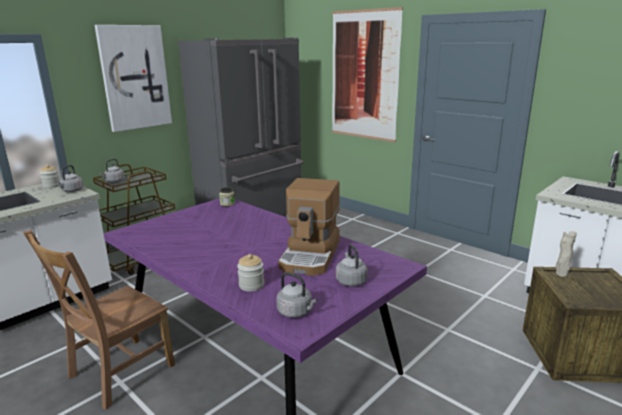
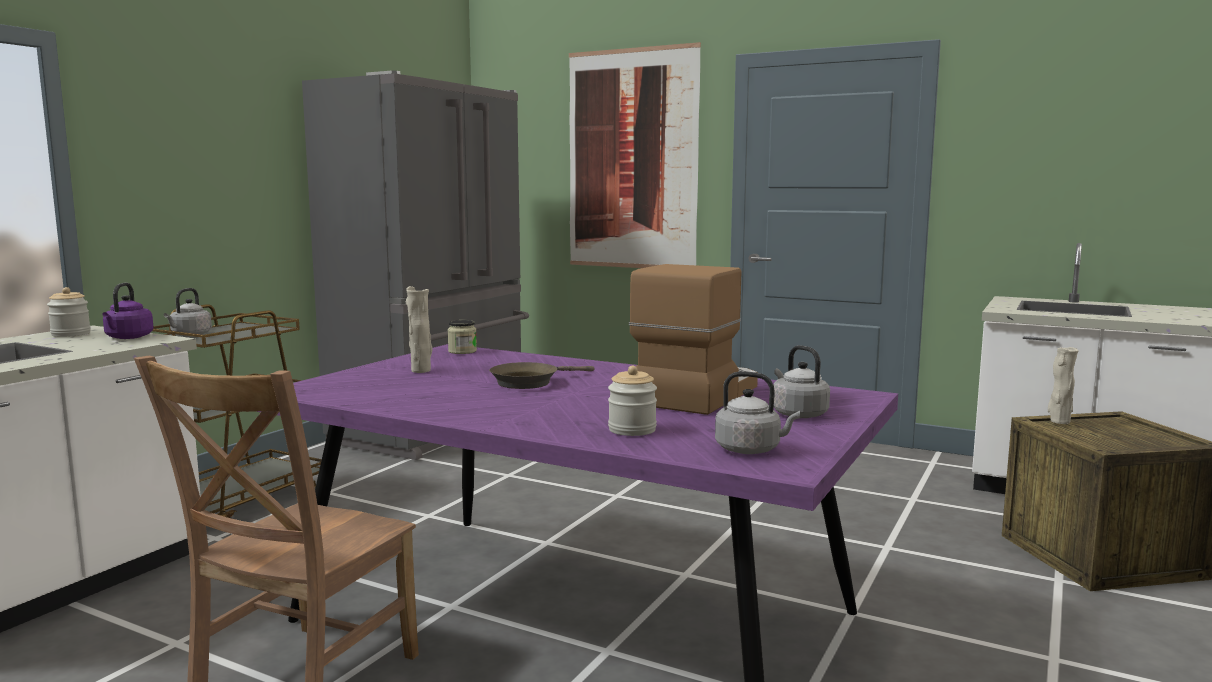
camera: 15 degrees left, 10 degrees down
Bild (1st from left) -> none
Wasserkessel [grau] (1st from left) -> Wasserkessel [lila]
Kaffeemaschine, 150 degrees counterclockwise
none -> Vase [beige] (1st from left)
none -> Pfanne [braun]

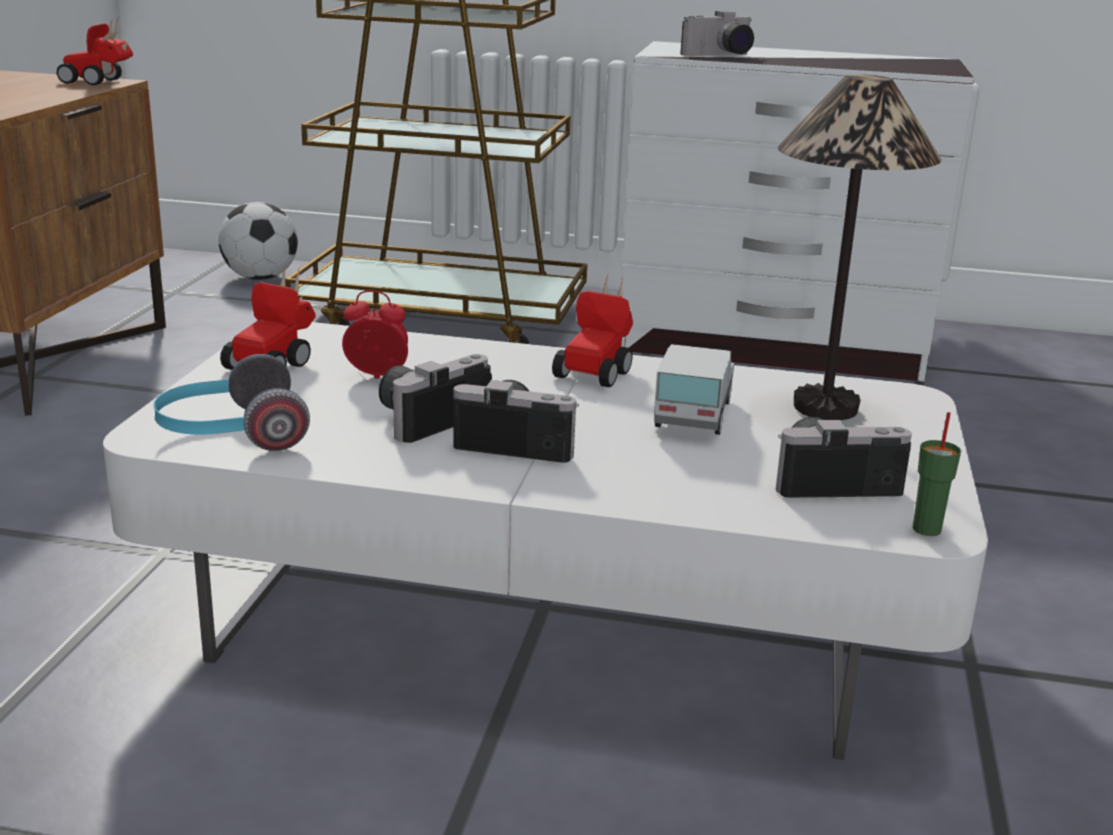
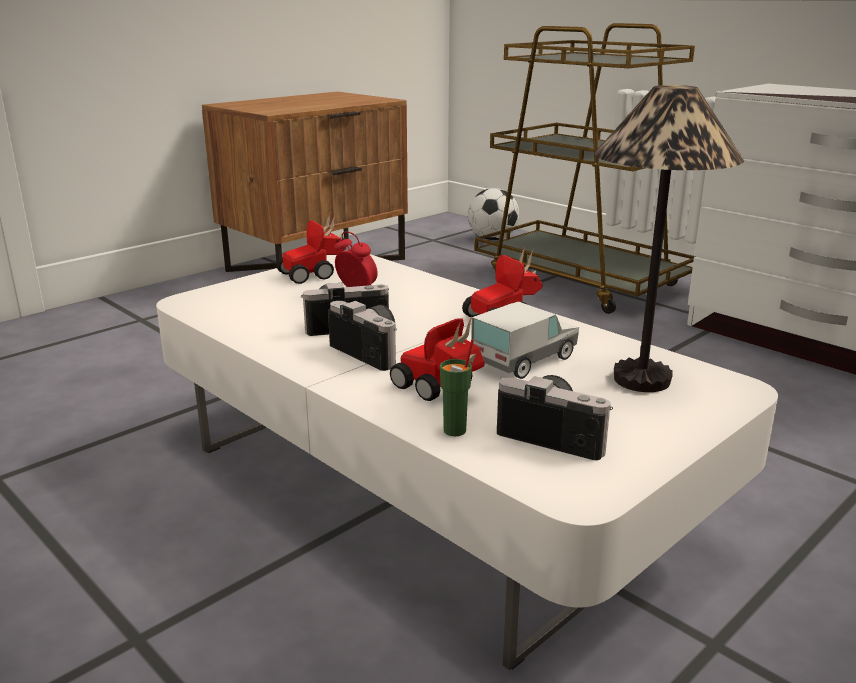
camera: 35 degrees right, 0 degrees up
Kamera (3rd from left) -> none
Spielzeugauto (1st from left in the first image) -> Spielzeugauto (2nd from left), moved
Kopfhörer -> none
Tasse [grün], moved

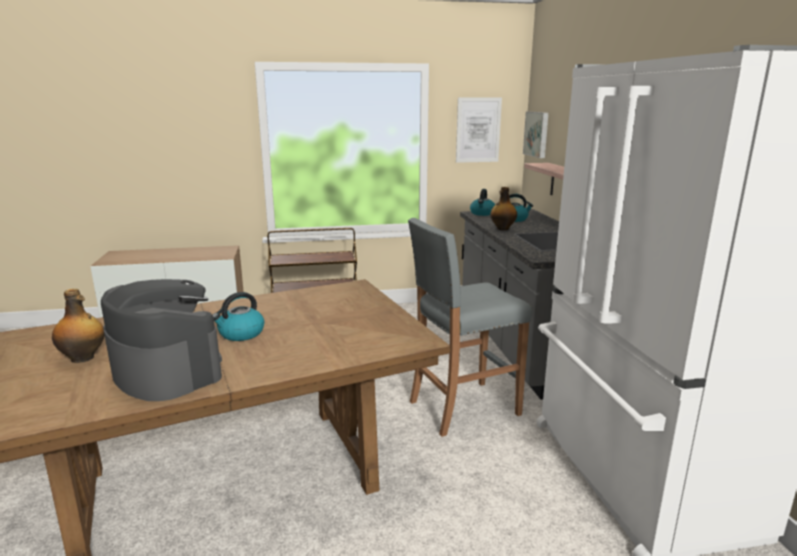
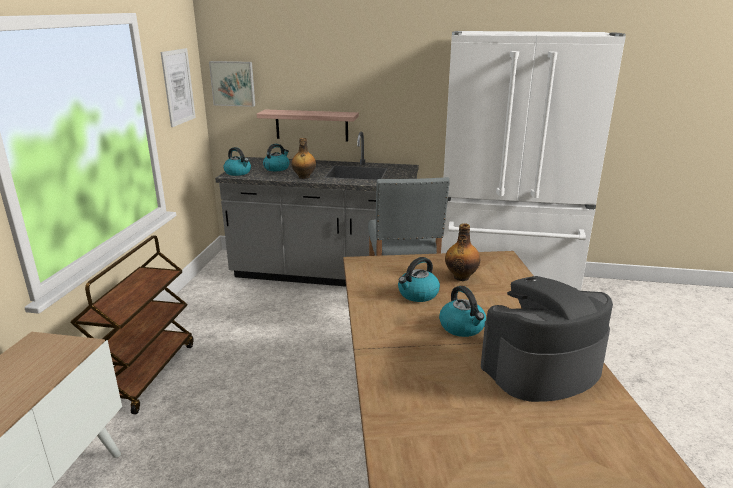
camera: 70 degrees left, 5 degrees up
Flasche (1st from left in the first image) -> Flasche (2nd from left), moved
none -> Wasserkessel (3rd from left)

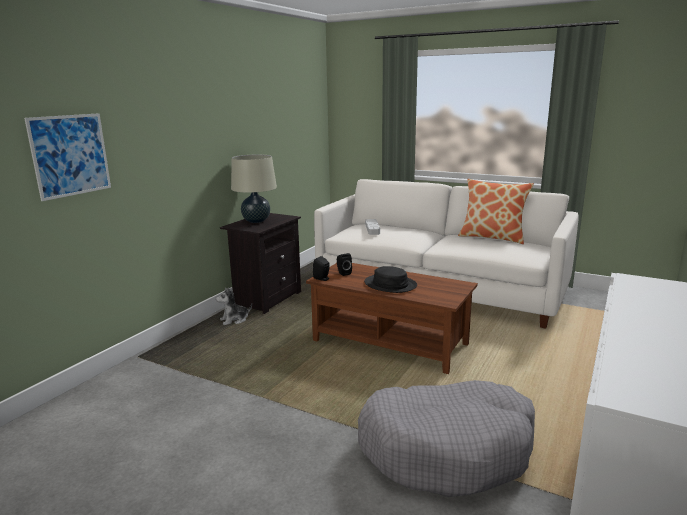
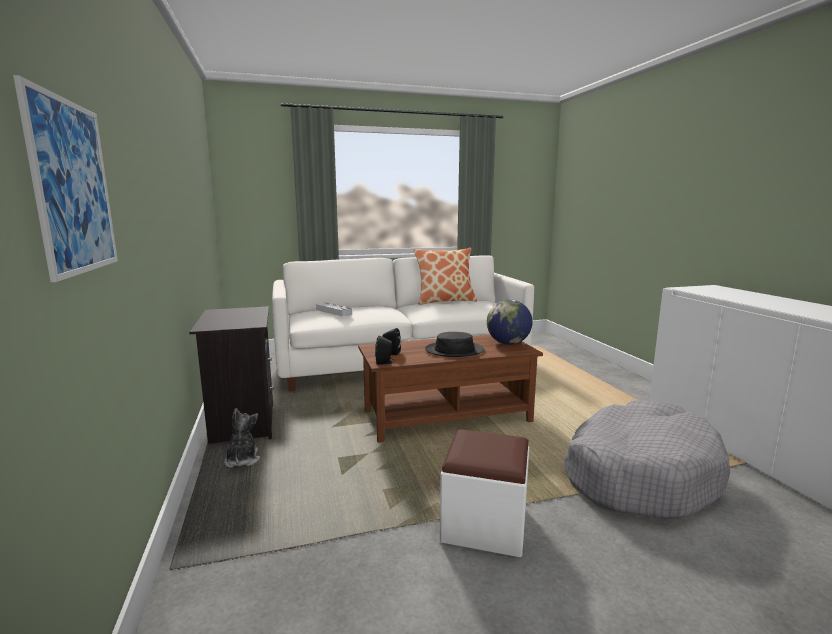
camera: 45 degrees left, 5 degrees down
Tischlampe [beige] -> none
Plüschtier, 150 degrees clockwise
none -> Globus
none -> Polsterhocker [weiß]

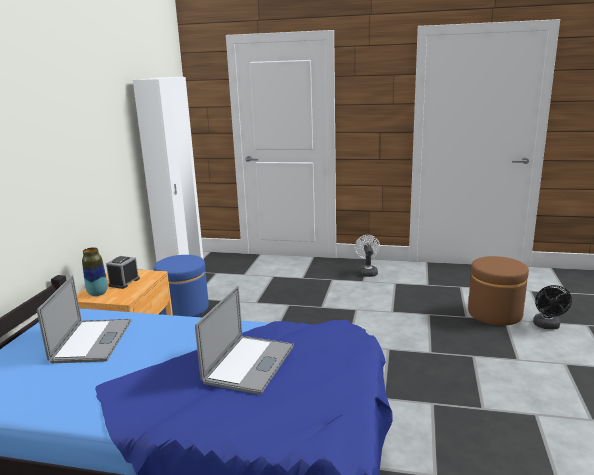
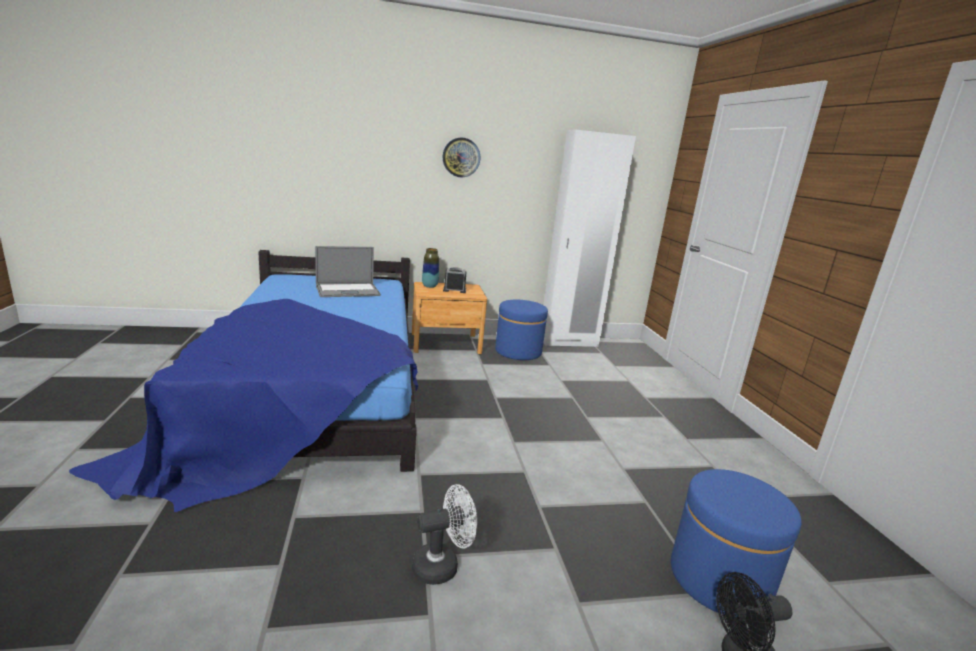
camera: 65 degrees right, 0 degrees up
Ventilator [weiß], moved
Polsterhocker [braun] -> Polsterhocker [blau] (2nd from left)
Laptop (2nd from left) -> none
none -> Wanduhr

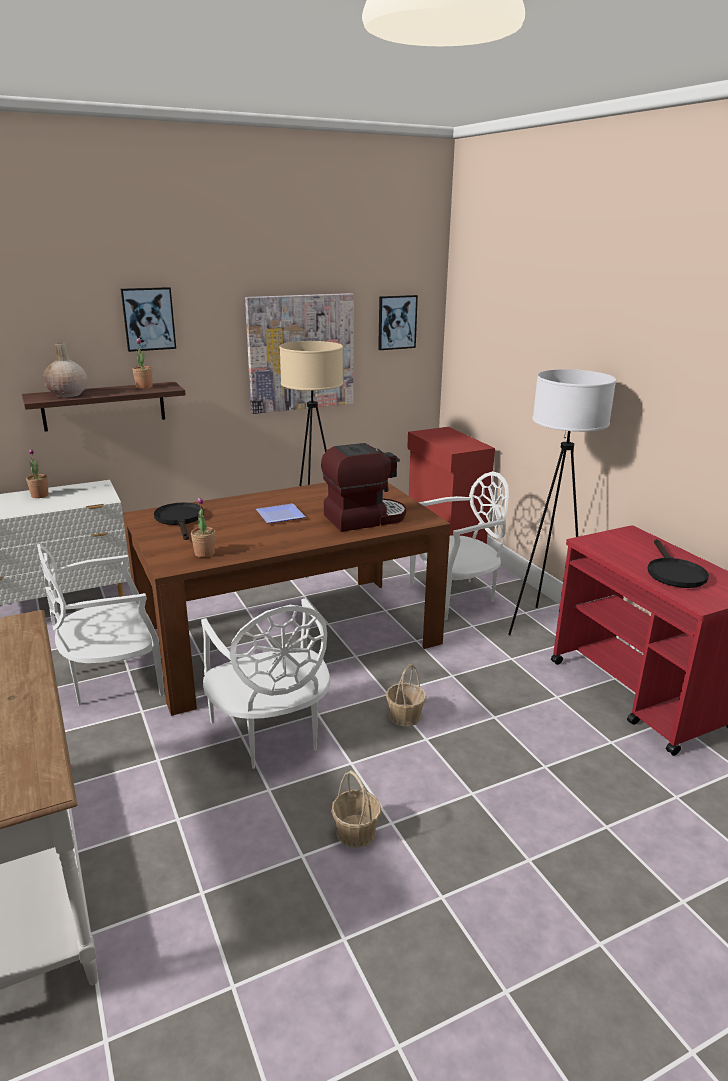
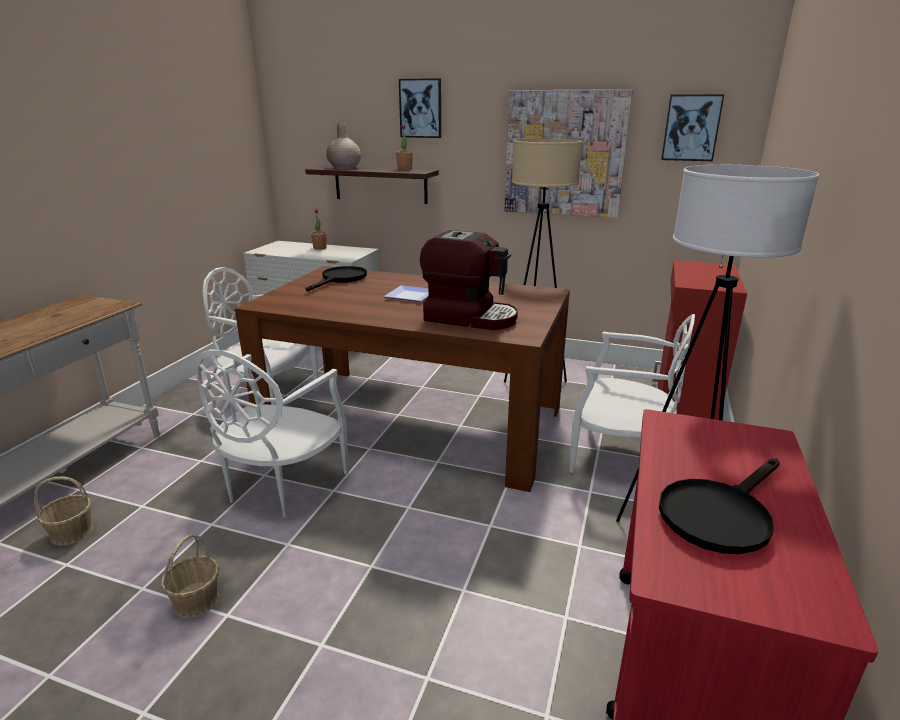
camera: 45 degrees right, 0 degrees up
Topfpflanze (3rd from left) -> none
Korb (2nd from left in the first image) -> Korb (1st from left), moved

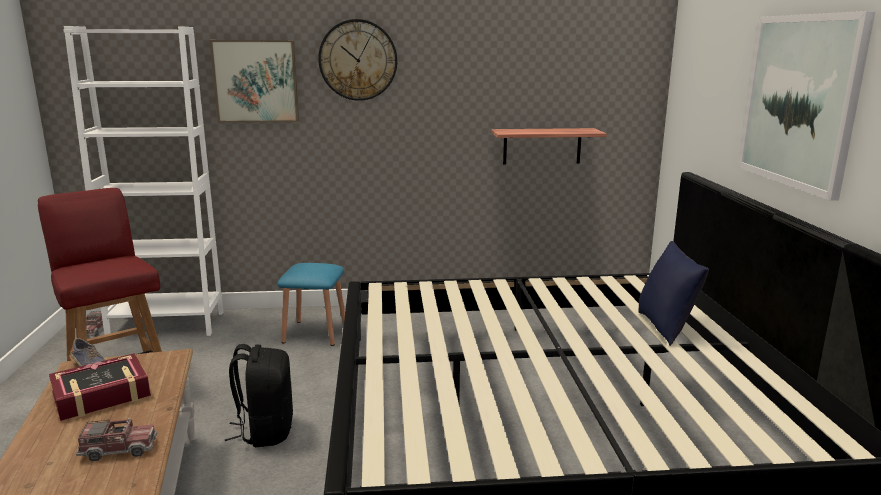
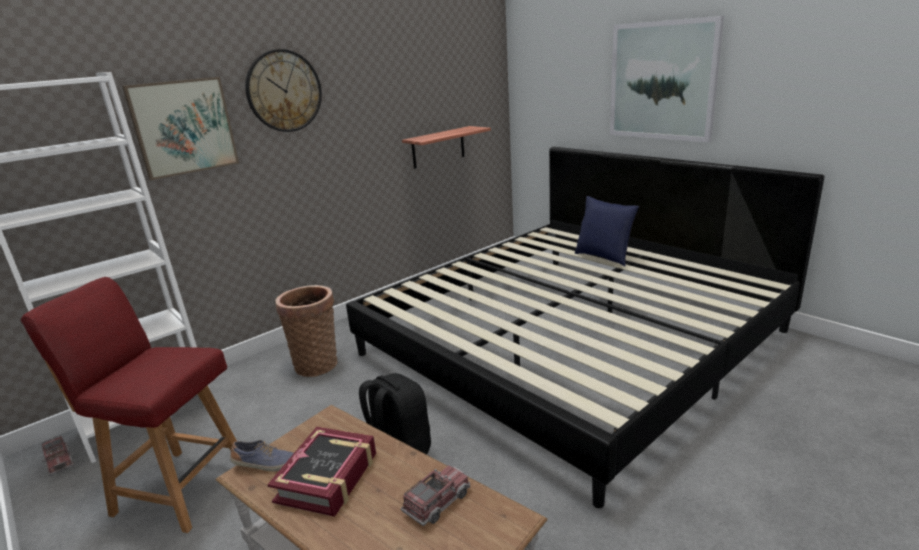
camera: 35 degrees left, 5 degrees up
Hocker [blau] -> Korb

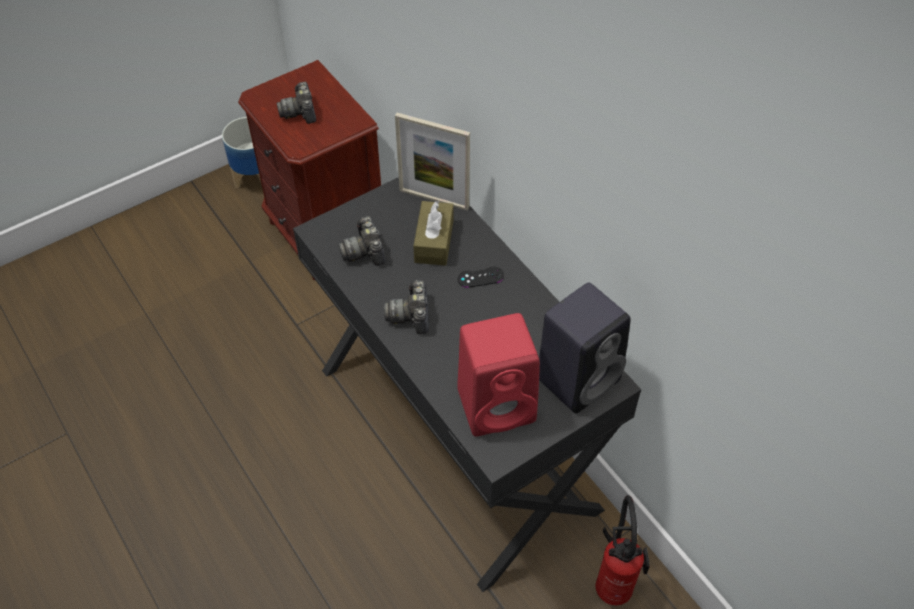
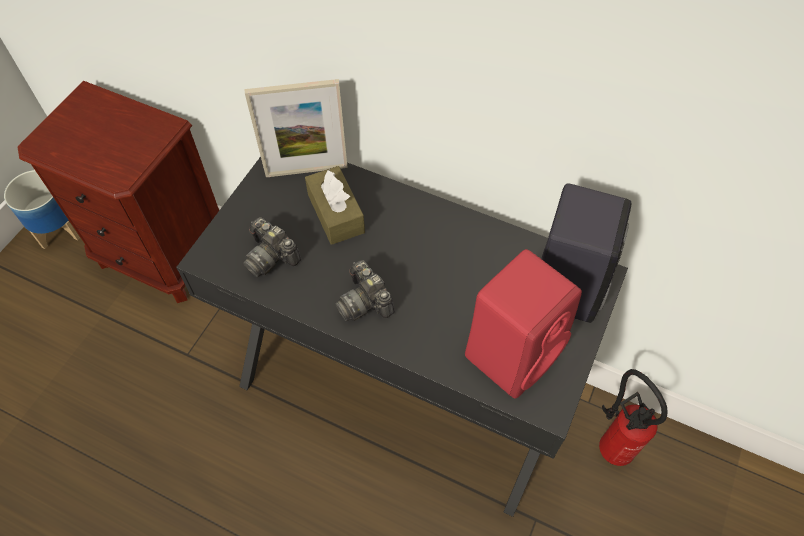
camera: 30 degrees left, 5 degrees up
Kamera (1st from left) -> none
Gamepad [schwarz] -> none

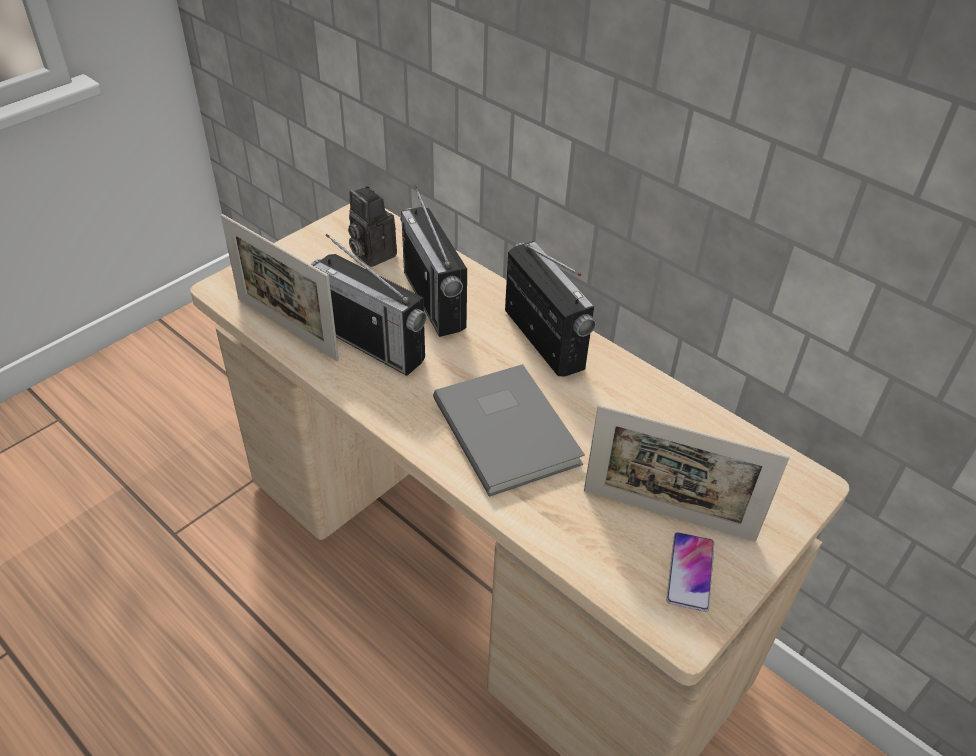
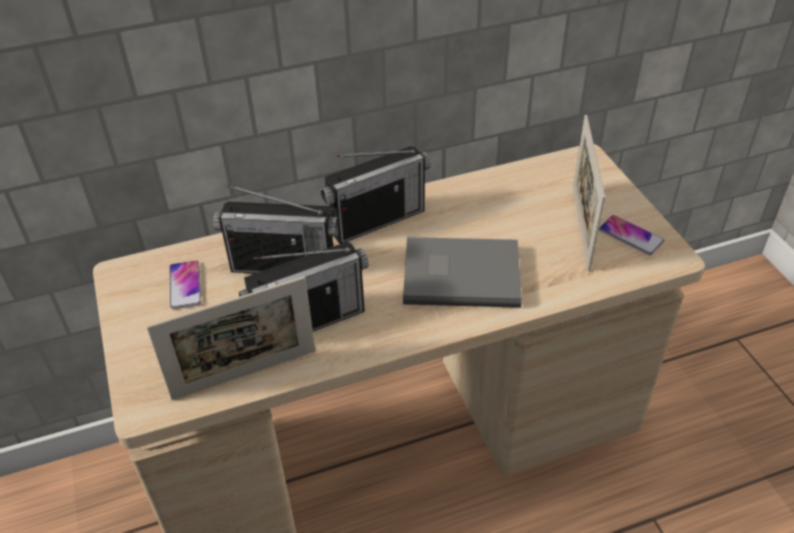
camera: 60 degrees left, 0 degrees up
Kamera -> Handy (1st from left)
Radio (3rd from left), 150 degrees clockwise
Bilderrahmen (2nd from left), 135 degrees clockwise

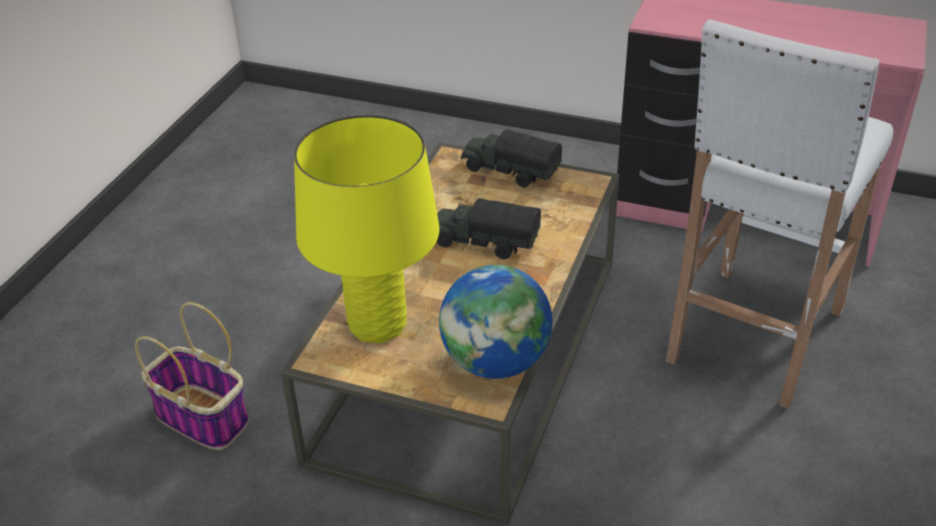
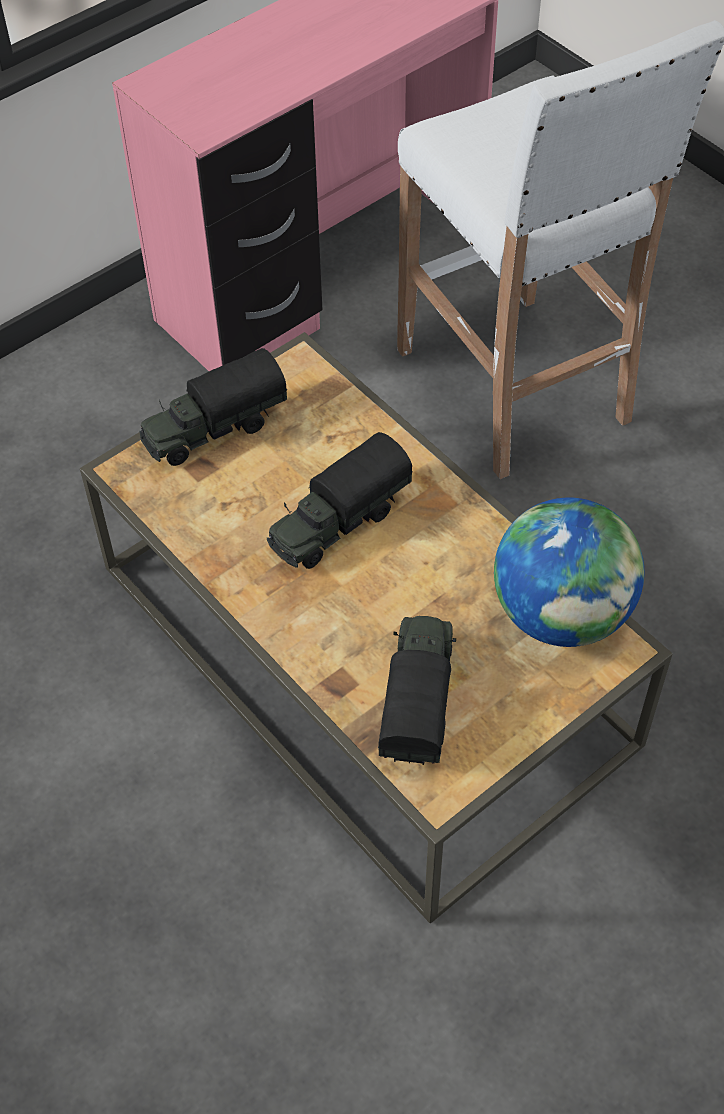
camera: 60 degrees left, 15 degrees up
Tischlampe [gelb] -> Spielzeuglaster (3rd from left)
Korb -> none

